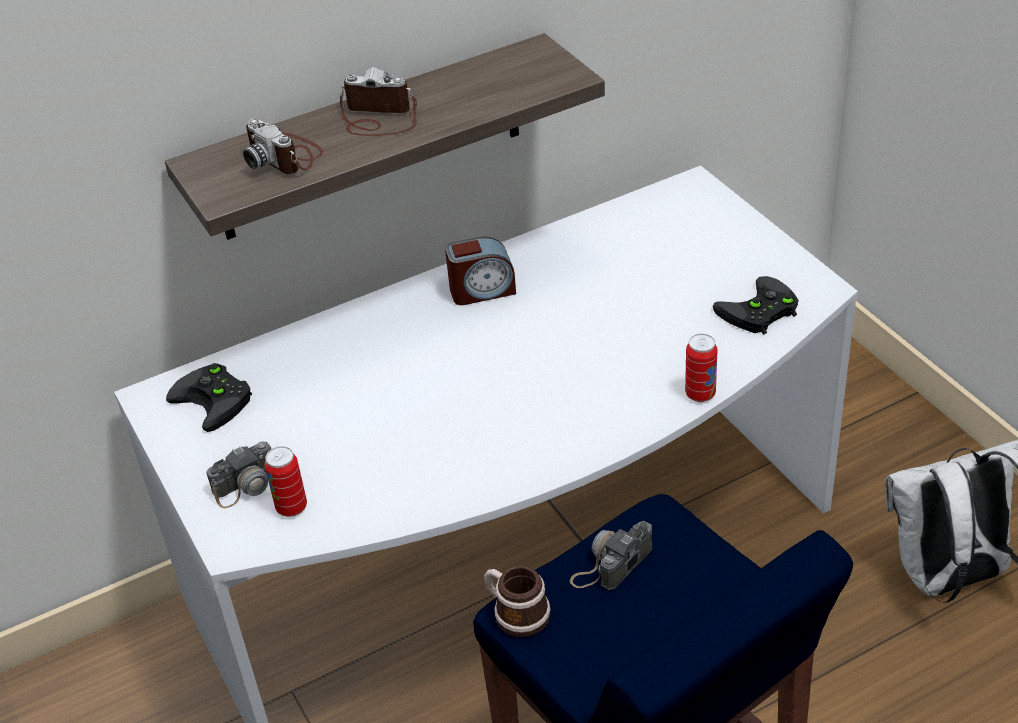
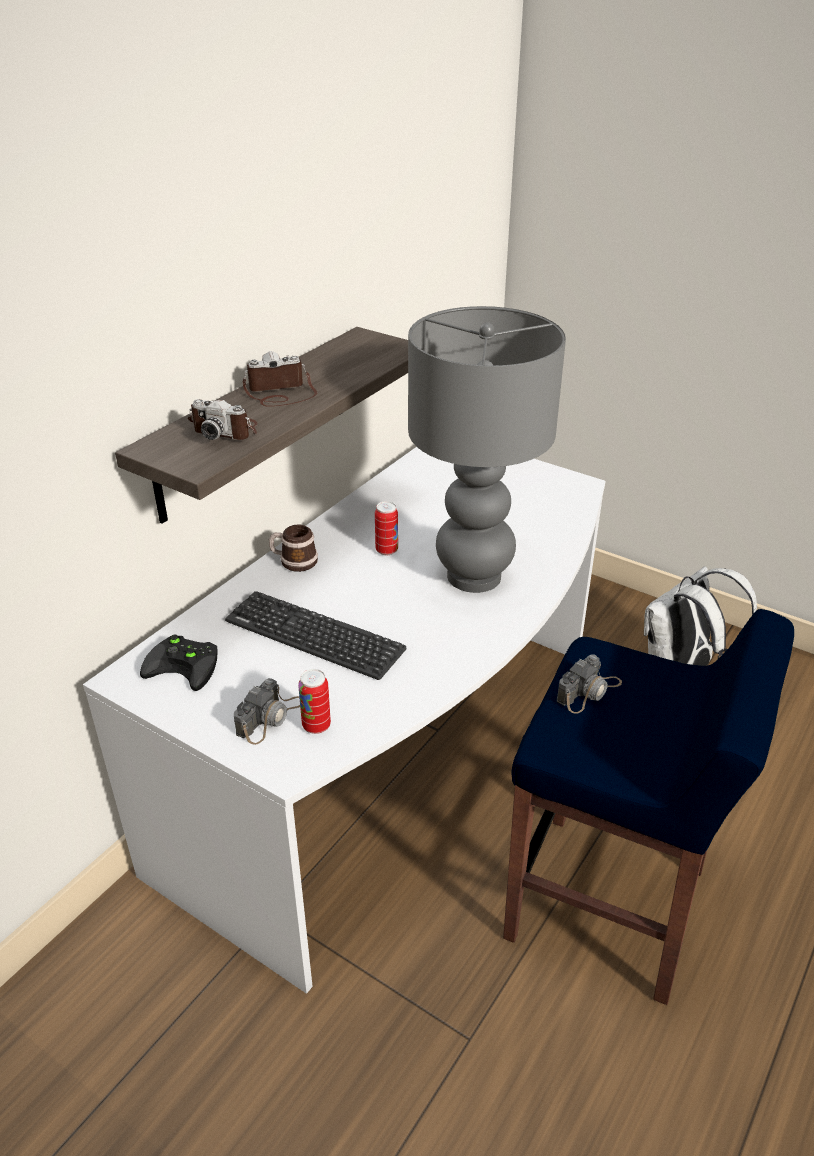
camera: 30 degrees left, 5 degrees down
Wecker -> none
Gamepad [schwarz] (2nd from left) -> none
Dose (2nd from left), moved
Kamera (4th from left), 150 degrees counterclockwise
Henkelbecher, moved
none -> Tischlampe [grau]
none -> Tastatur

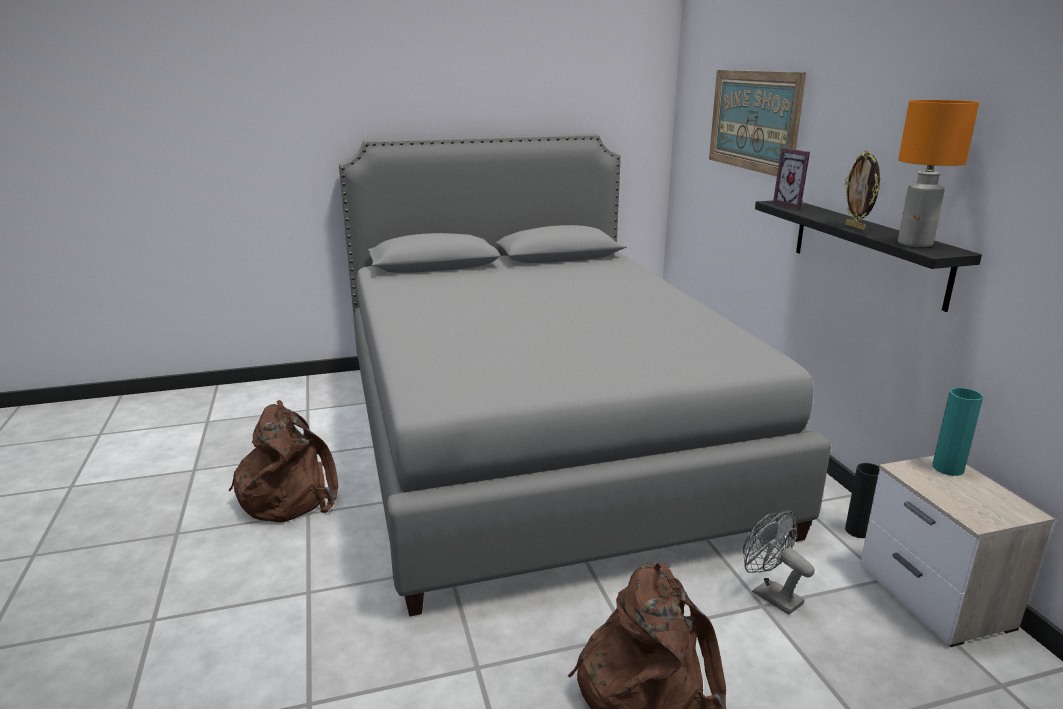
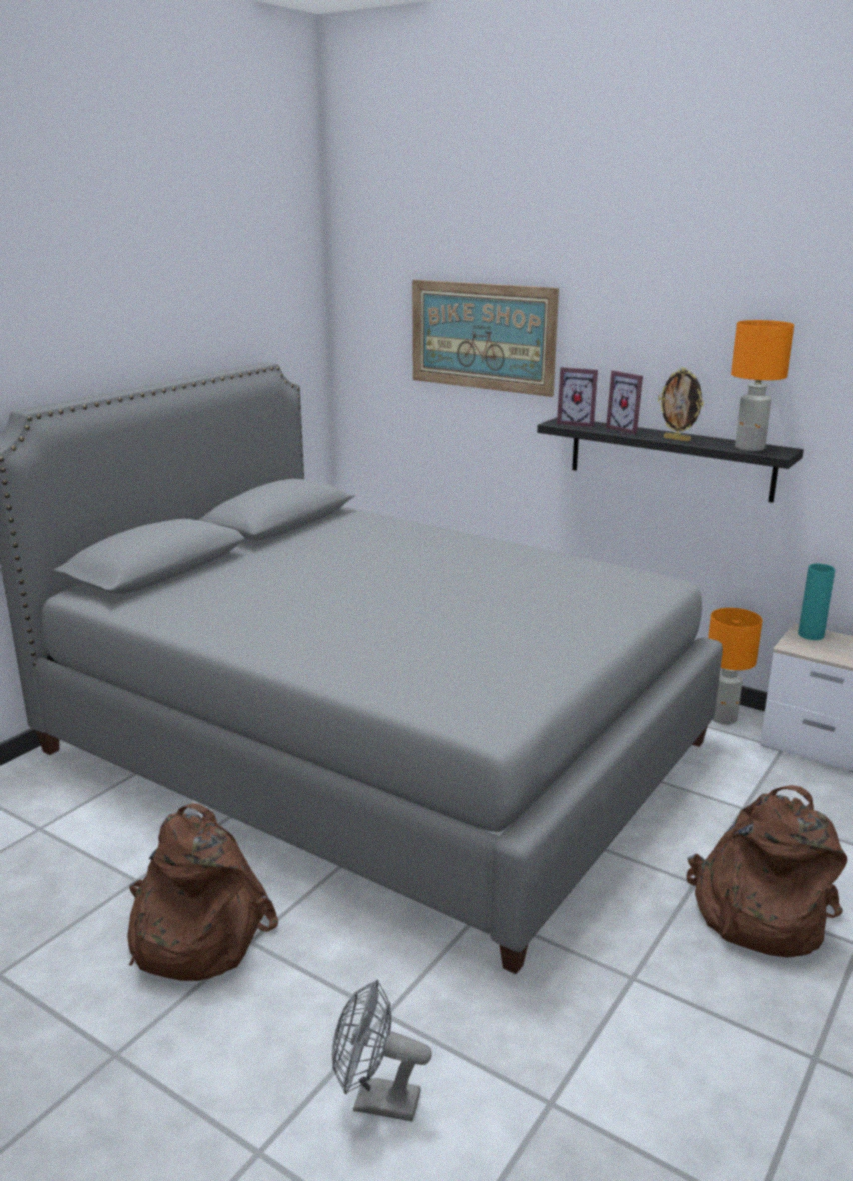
camera: 40 degrees left, 0 degrees up
Vase [schwarz] -> Tischlampe [orange] (1st from left)
Ventilator [grau], moved
none -> Bilderrahmen (2nd from left)

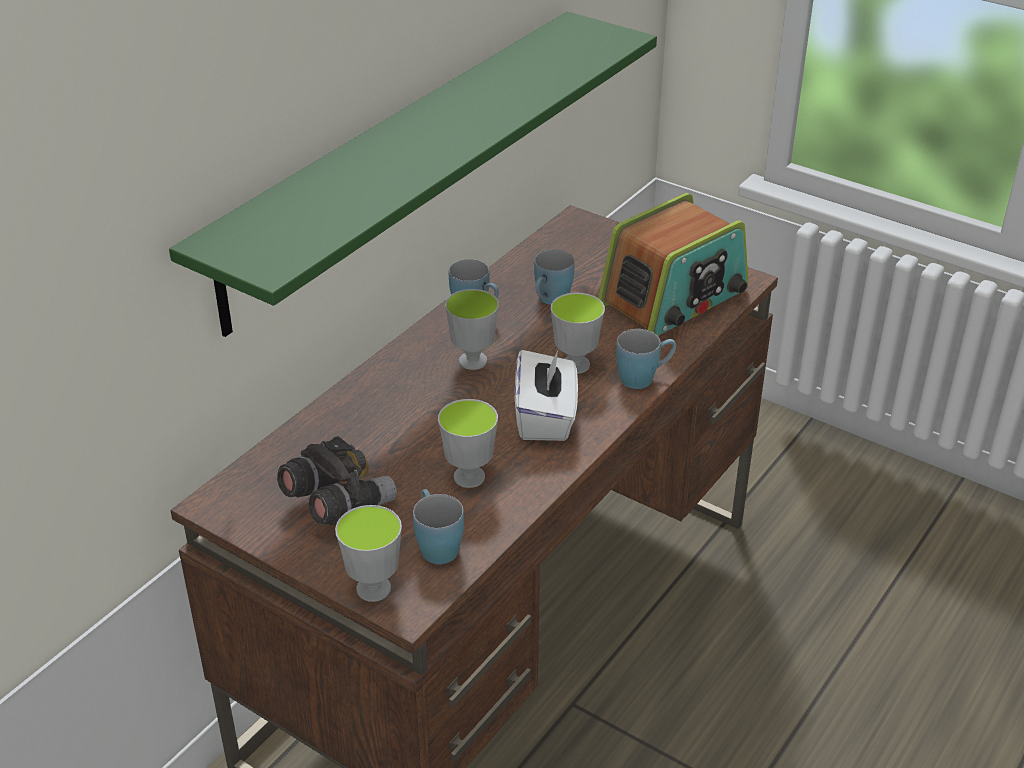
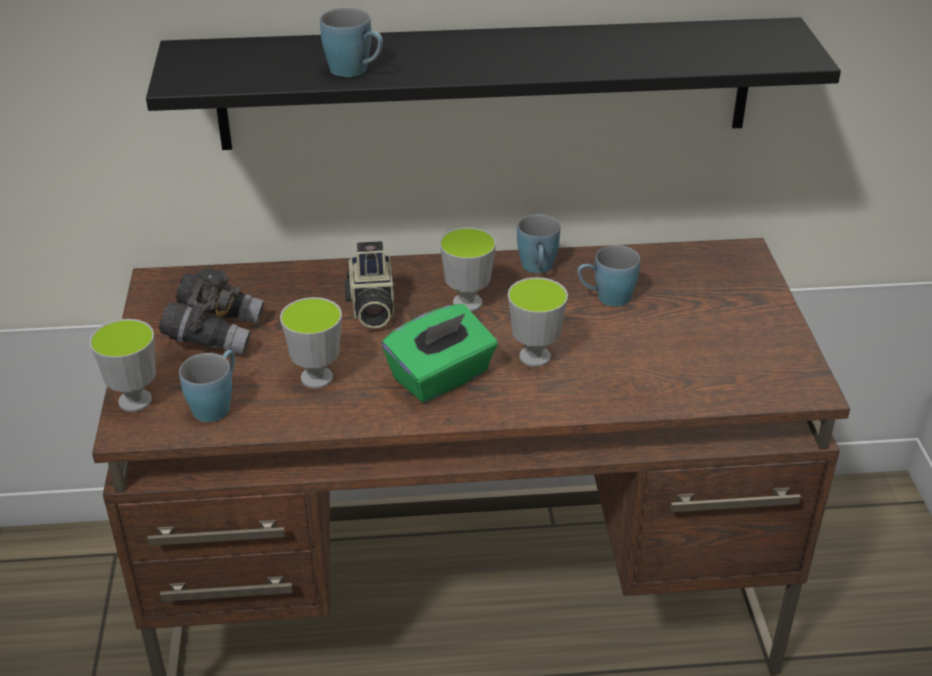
camera: 50 degrees right, 0 degrees up
Wandregal [grün] -> Wandregal [schwarz]
Radio -> none
Henkelbecher [blau] (4th from left in the first image) -> Henkelbecher [blau] (2nd from left), moved
Taschentuchbox [weiß] -> Taschentuchbox [grün]
none -> Kamera

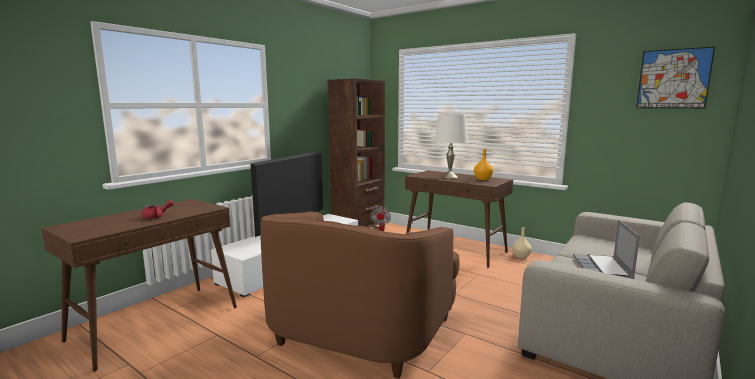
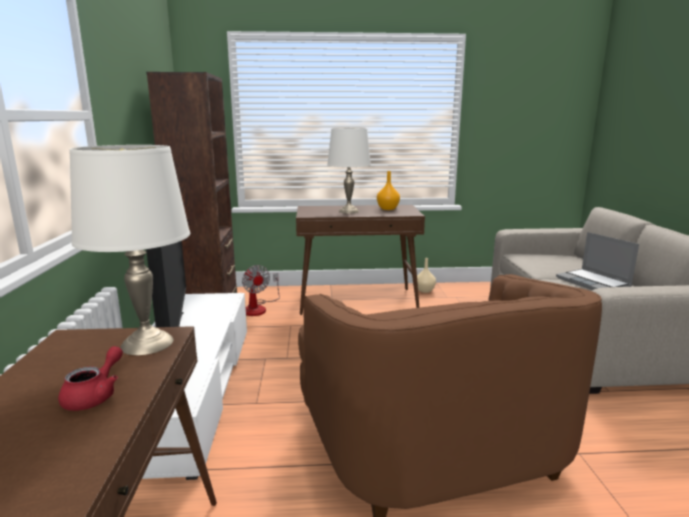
camera: 40 degrees left, 5 degrees up
Bild -> none
none -> Tischlampe [weiß] (1st from left)

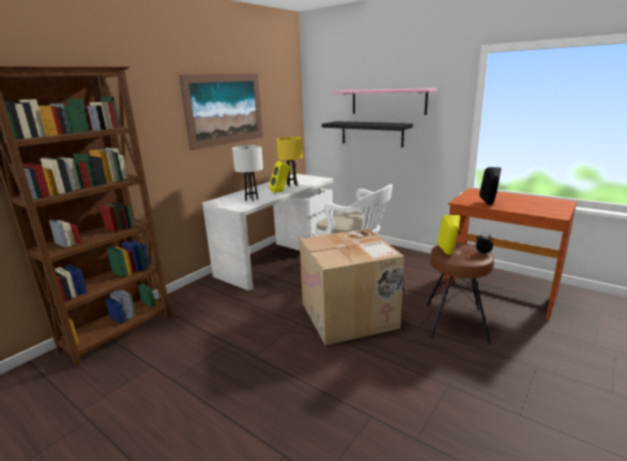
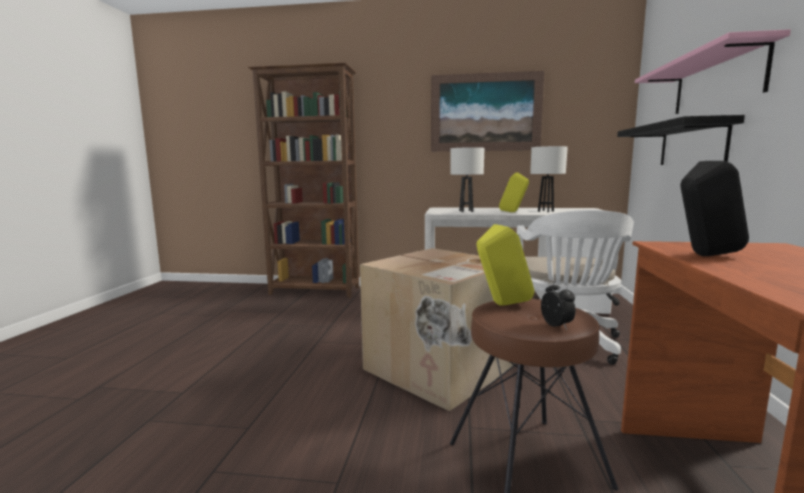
camera: 60 degrees right, 10 degrees down
Tischlampe [gelb] -> Tischlampe [weiß] (2nd from left)

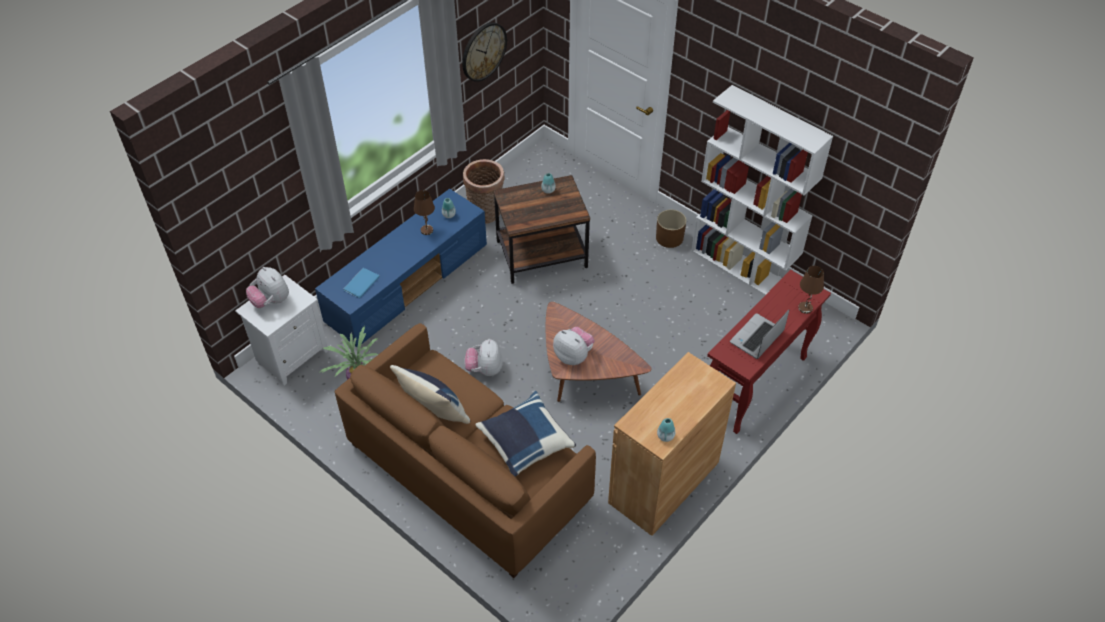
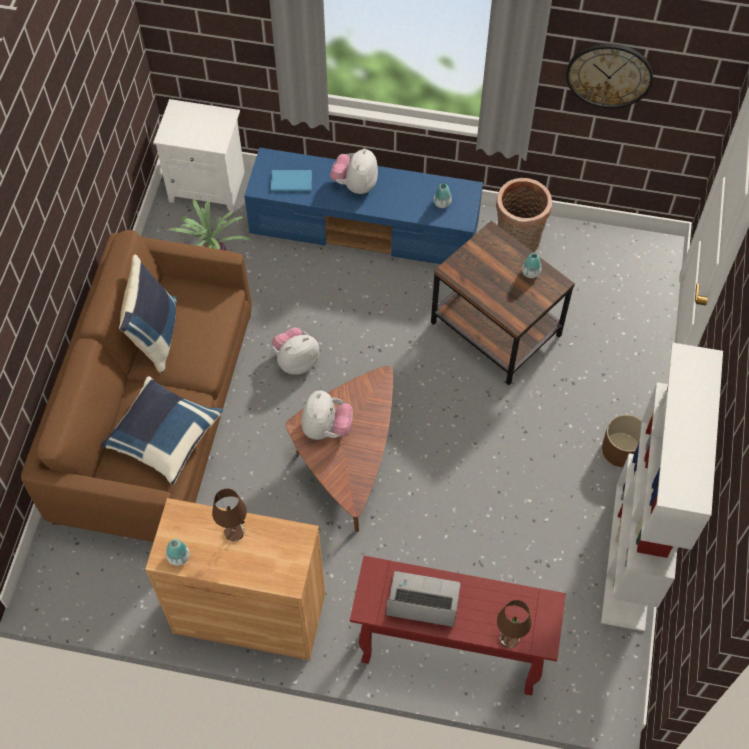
camera: 60 degrees right, 10 degrees up
Tischlampe [braun] (1st from left), moved
Plüschtier (1st from left in the first image) -> Plüschtier (3rd from left), moved

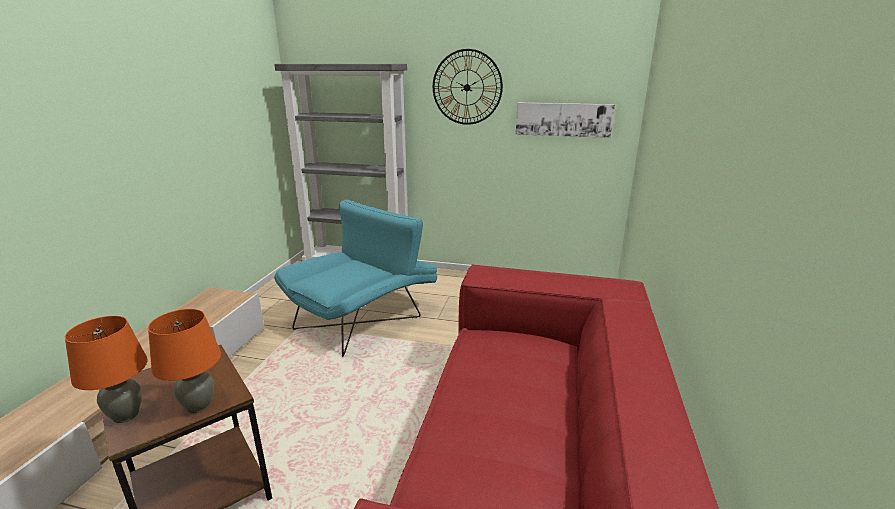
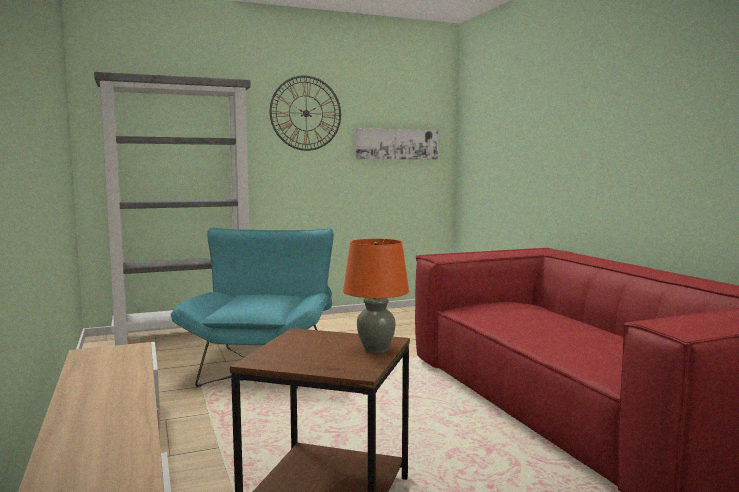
camera: 35 degrees left, 15 degrees down
Tischlampe [orange] (1st from left) -> none

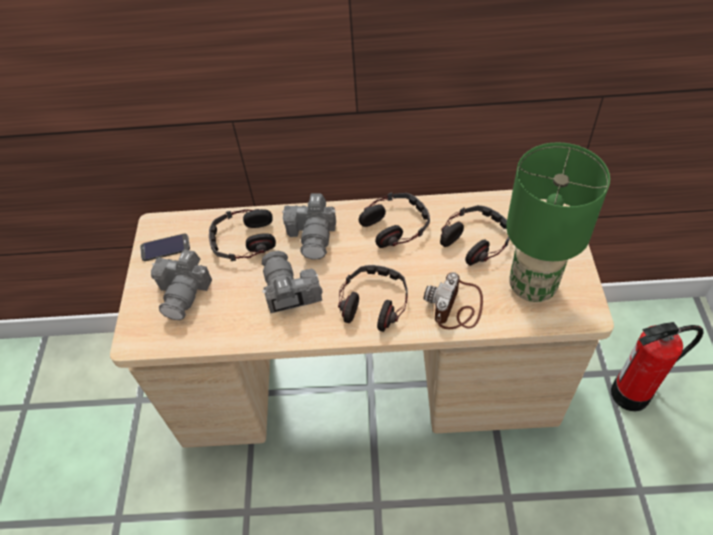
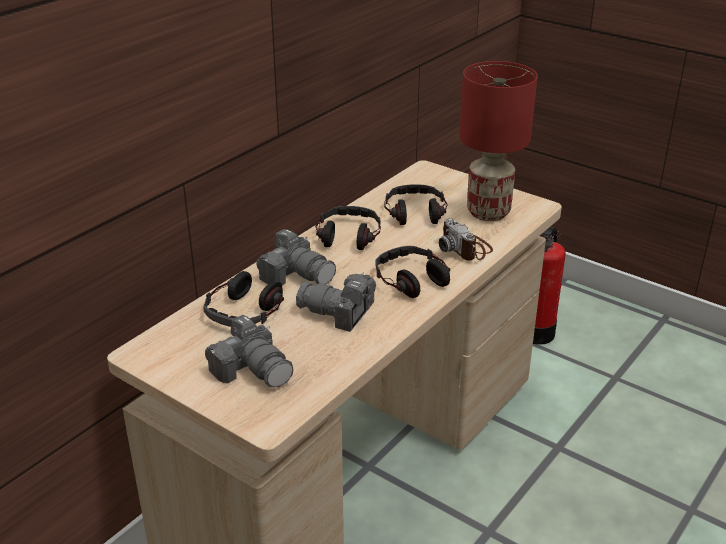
camera: 55 degrees left, 20 degrees down
Tischlampe [grün] -> Tischlampe [rot]
Handy -> none

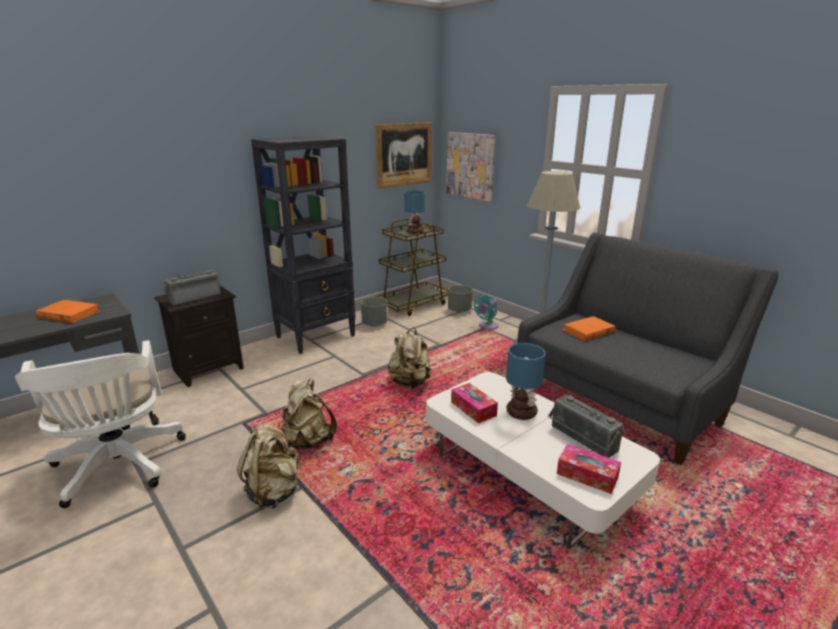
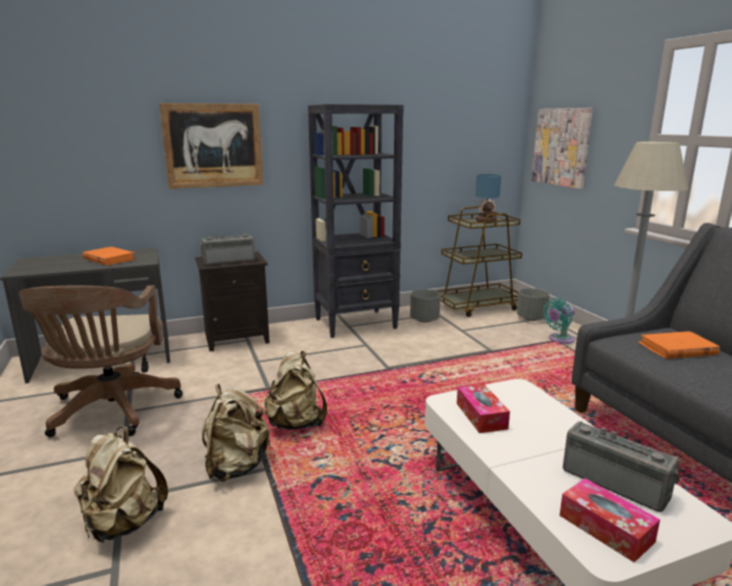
camera: 20 degrees right, 5 degrees down
Bild (1st from left), moved
Rucksack [beige] (3rd from left in the first image) -> Rucksack [beige] (1st from left), moved
Bürostuhl [weiß] -> Bürostuhl [braun]
Tischlampe (2nd from left) -> none
Radio (2nd from left), 150 degrees clockwise

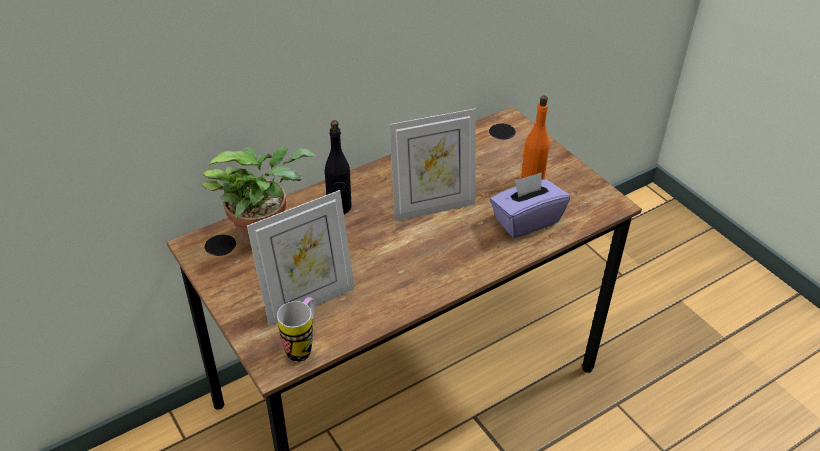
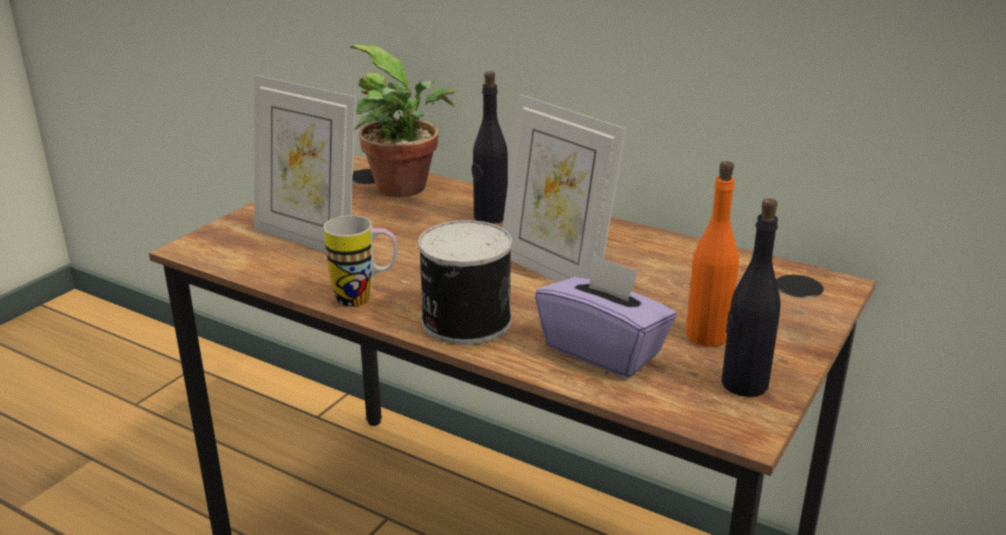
camera: 65 degrees right, 15 degrees down
Henkelbecher, moved
none -> Flasche [schwarz] (2nd from left)
none -> Dose

